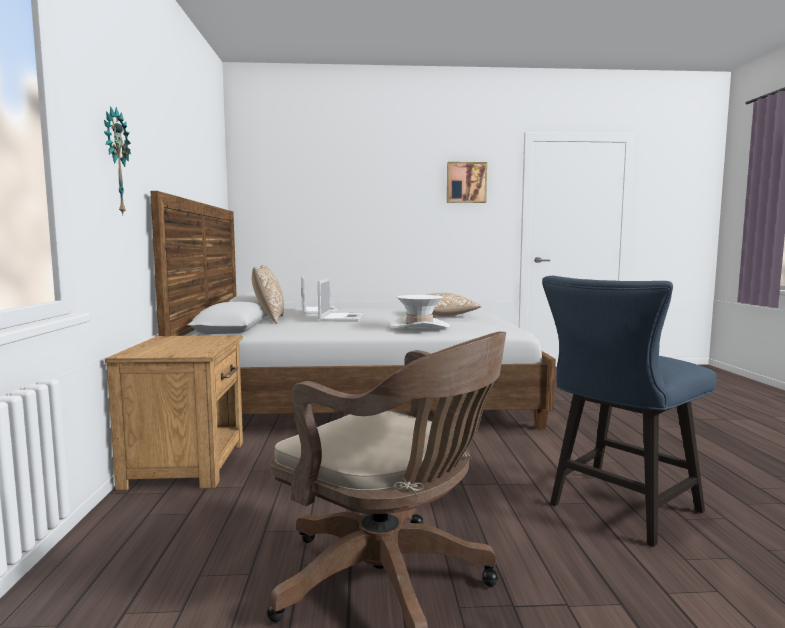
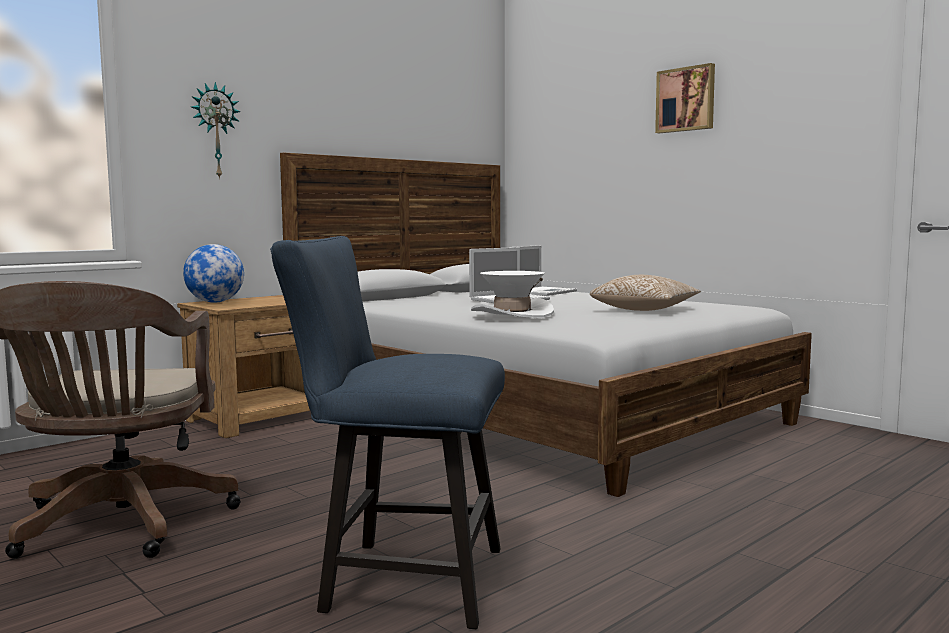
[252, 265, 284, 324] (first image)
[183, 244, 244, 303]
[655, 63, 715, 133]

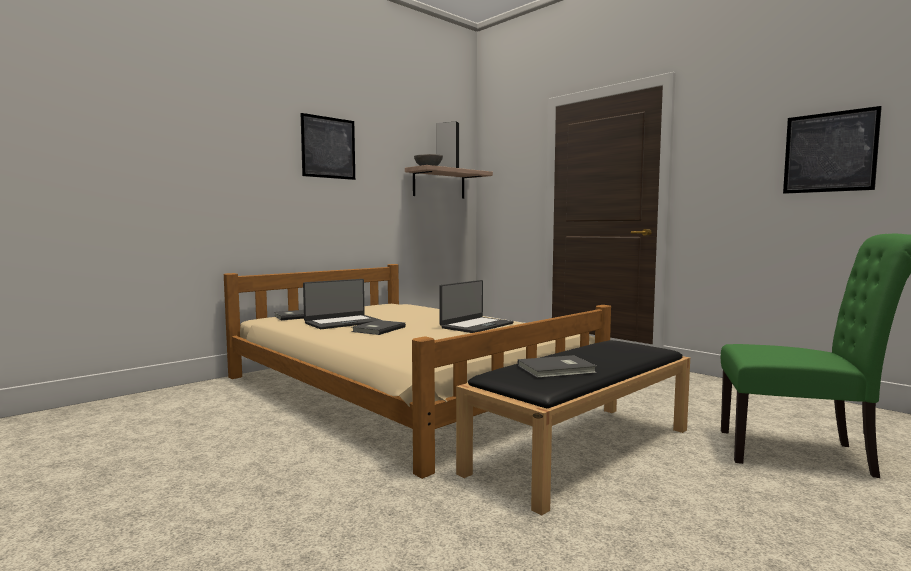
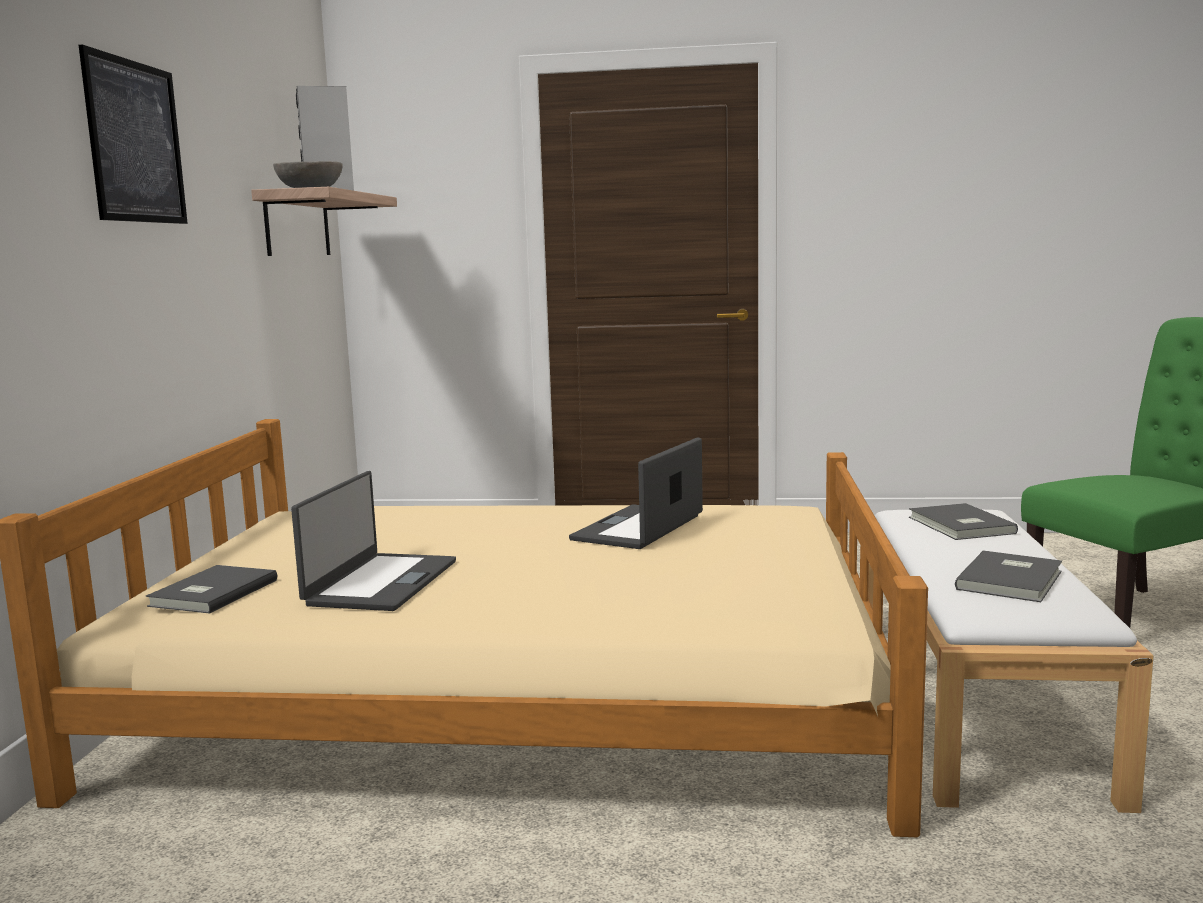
[783, 106, 882, 194] (first image)
[909, 503, 1018, 540]
[868, 510, 1154, 813]
[569, 437, 703, 549]

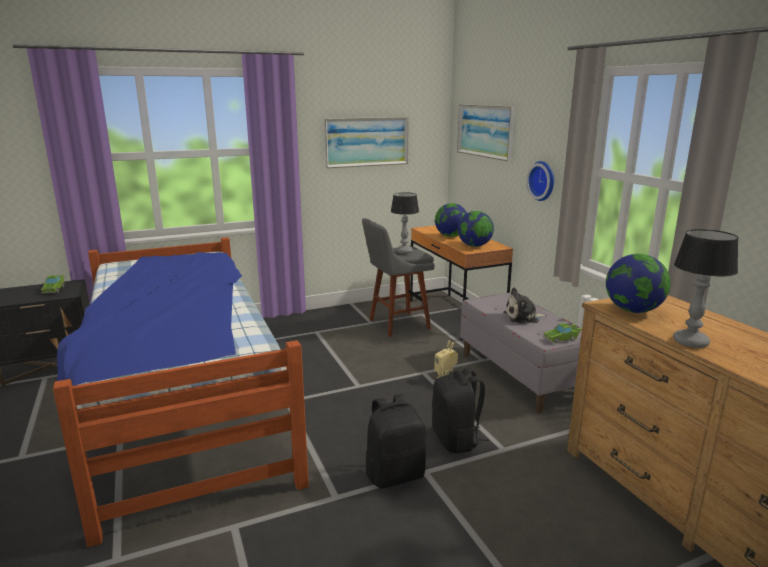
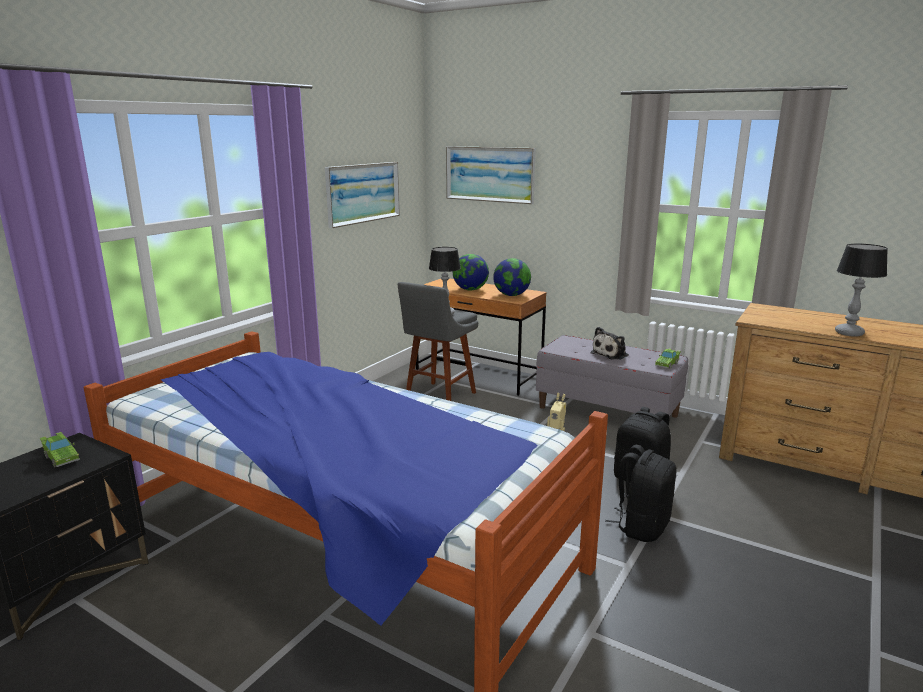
[526, 161, 554, 201] (first image)
[606, 254, 671, 313] (first image)

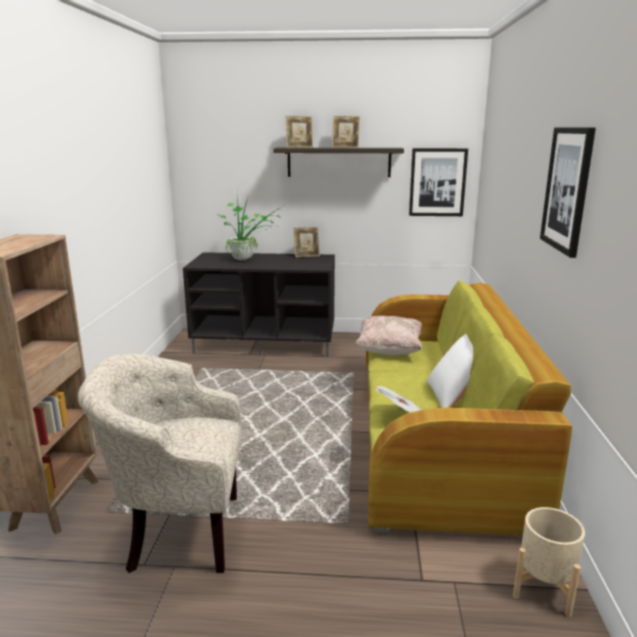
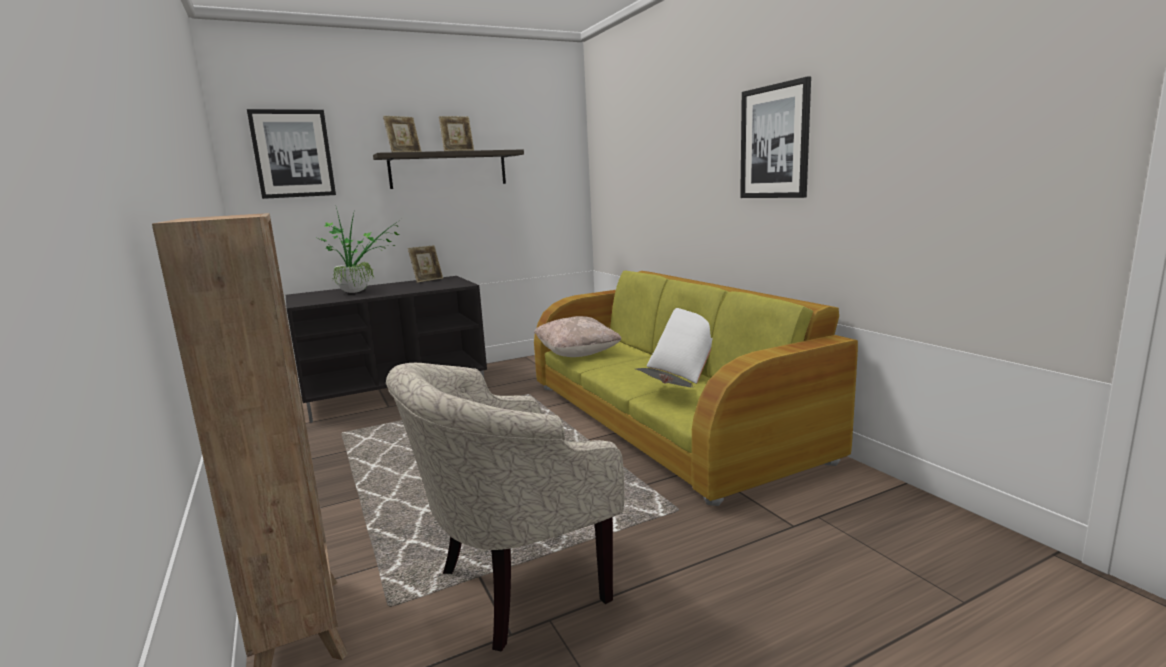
[513, 507, 585, 617] (first image)
[247, 109, 336, 199]

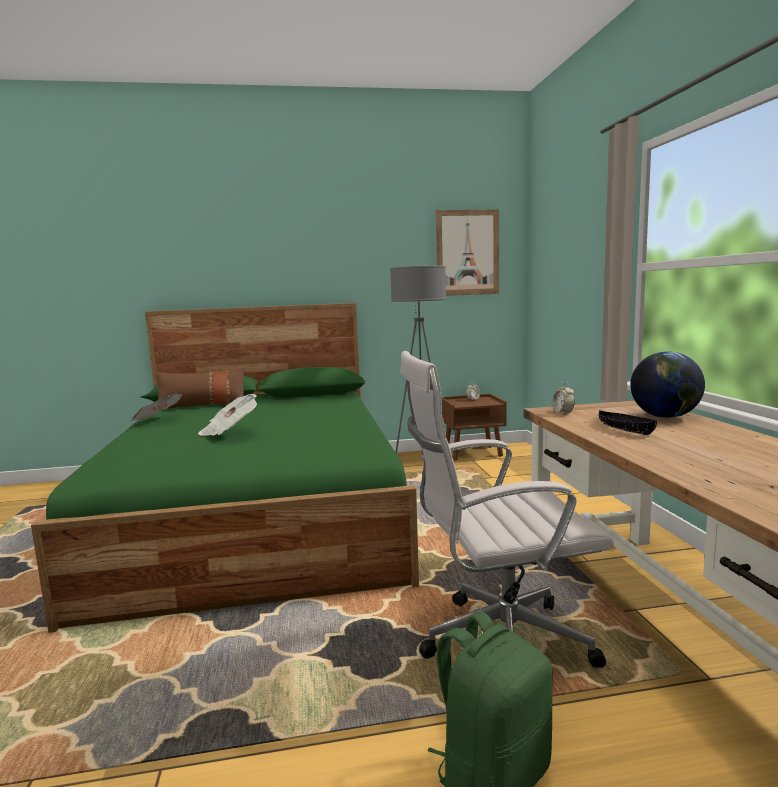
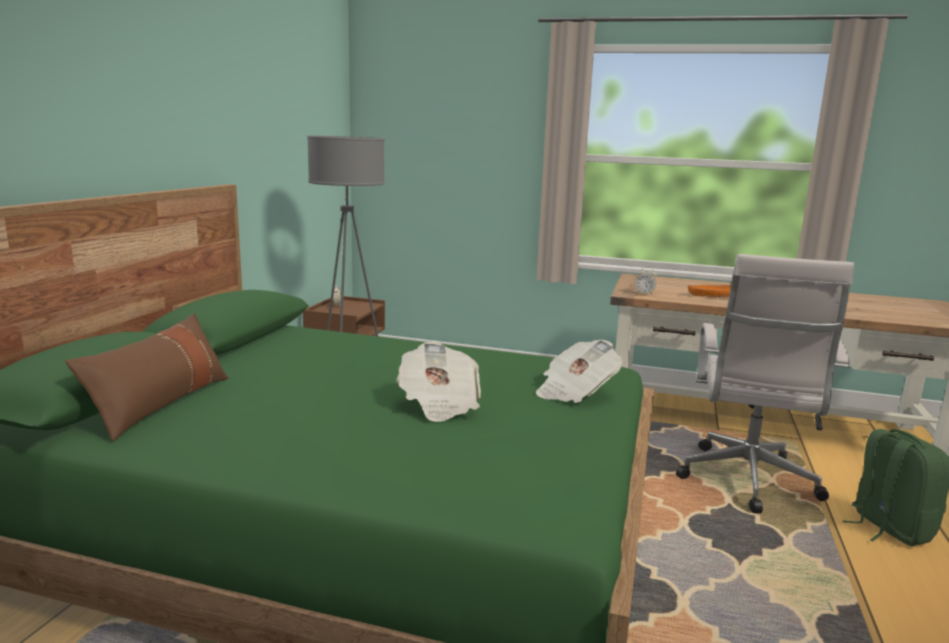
[436, 209, 499, 296] (first image)
[630, 352, 705, 418] (first image)
[536, 340, 622, 403]
[688, 285, 731, 297]

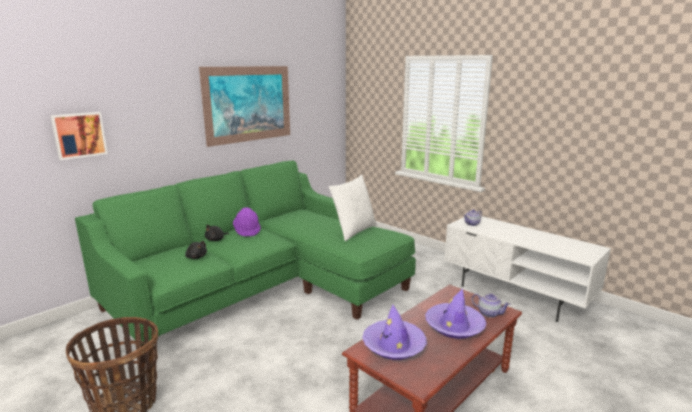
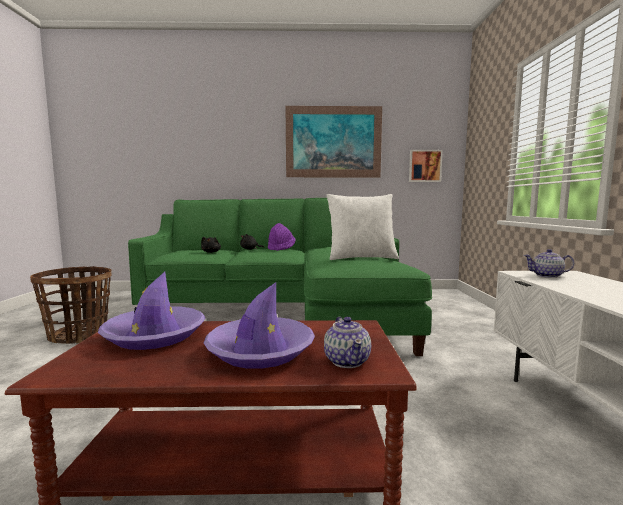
[409, 150, 443, 182]

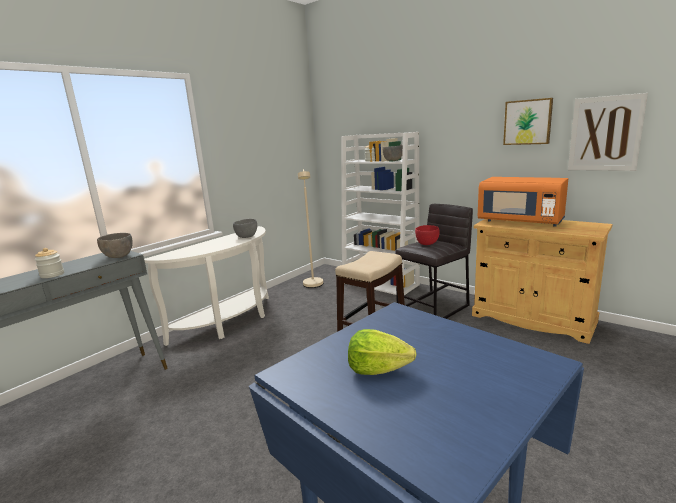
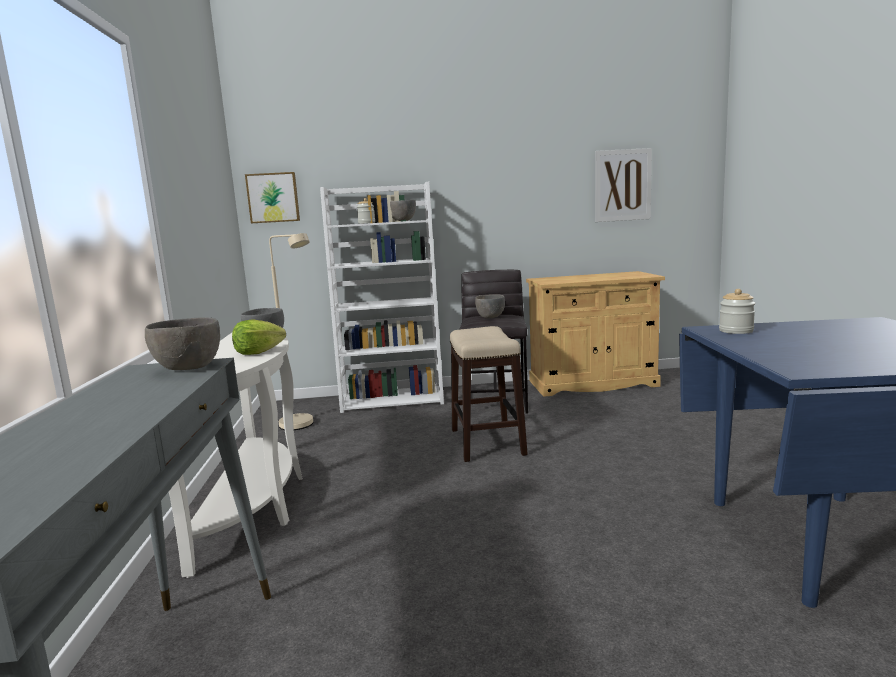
[478, 177, 568, 227] (first image)
[719, 289, 756, 334]
[232, 319, 286, 355]
[245, 172, 300, 223]
[475, 294, 505, 319]

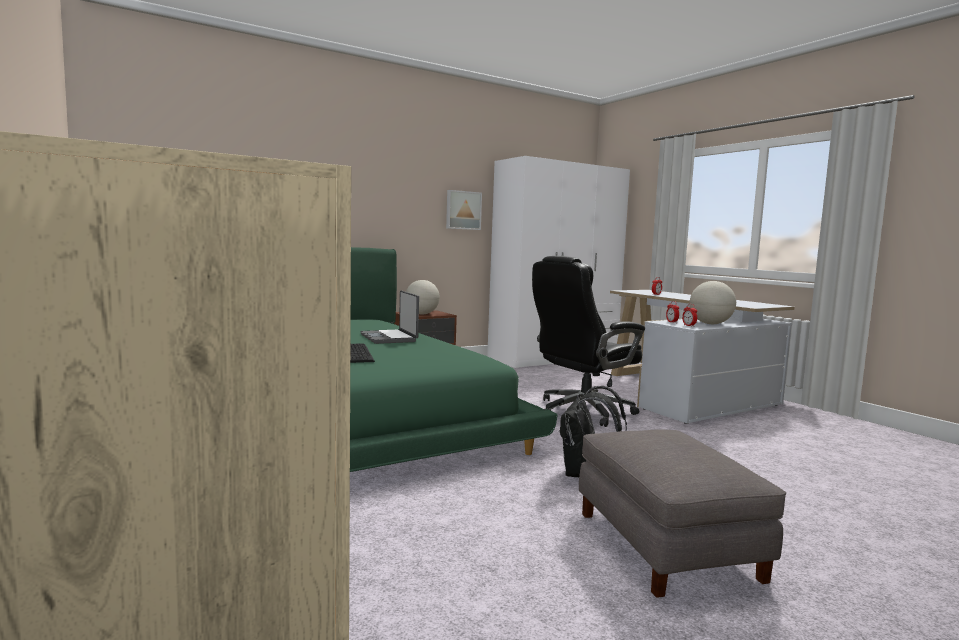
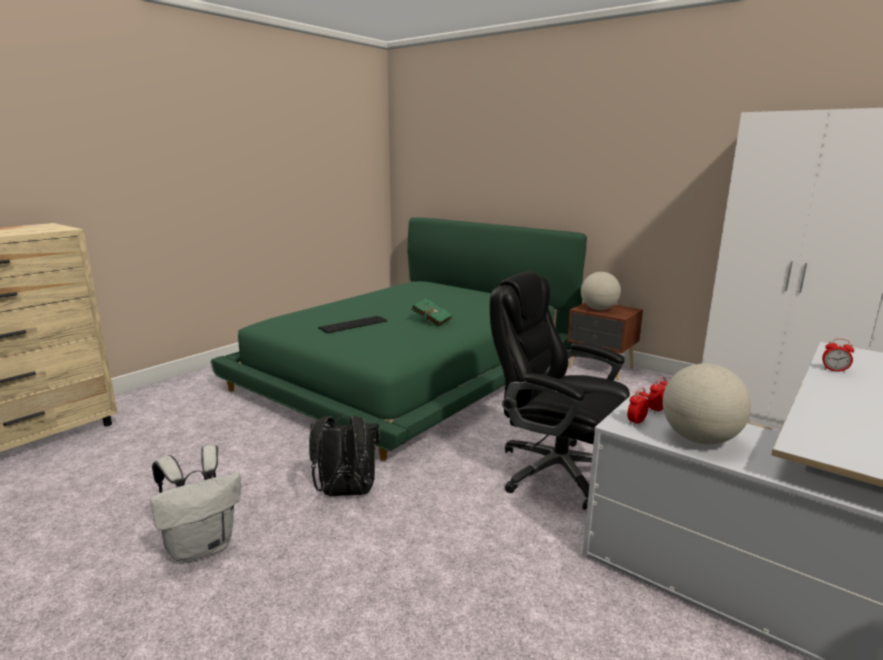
[446, 190, 482, 230] (first image)
[412, 299, 452, 327]
[150, 445, 241, 563]

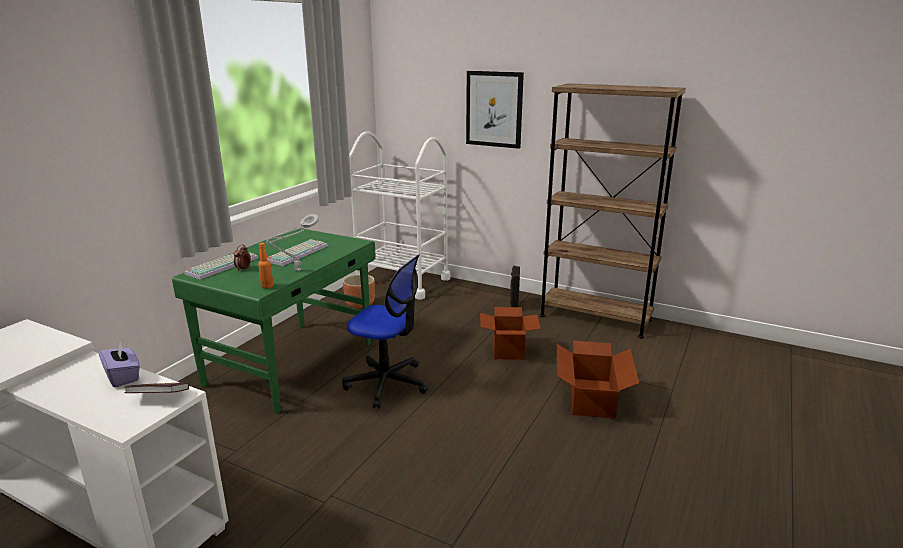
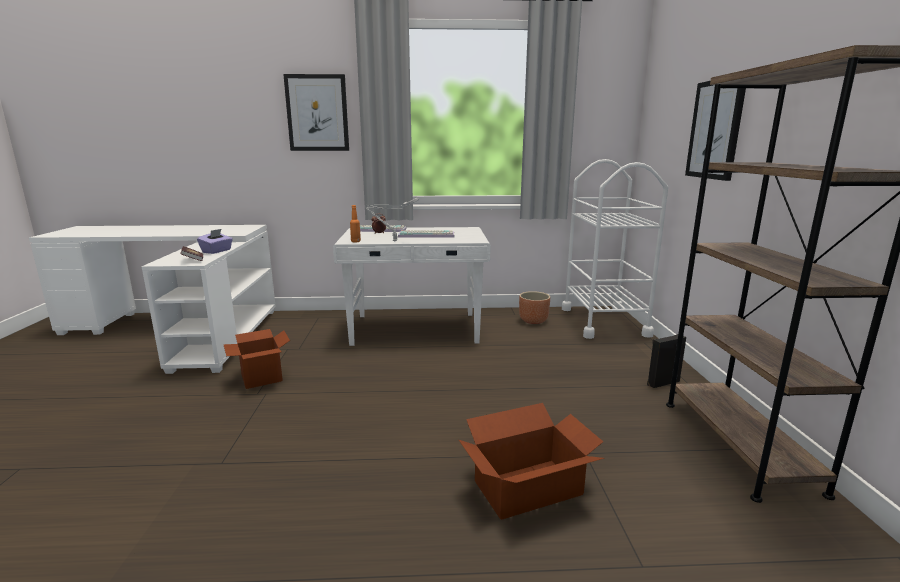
[342, 255, 428, 409] (first image)
[283, 74, 349, 151]
[223, 329, 290, 389]
[333, 227, 491, 346]

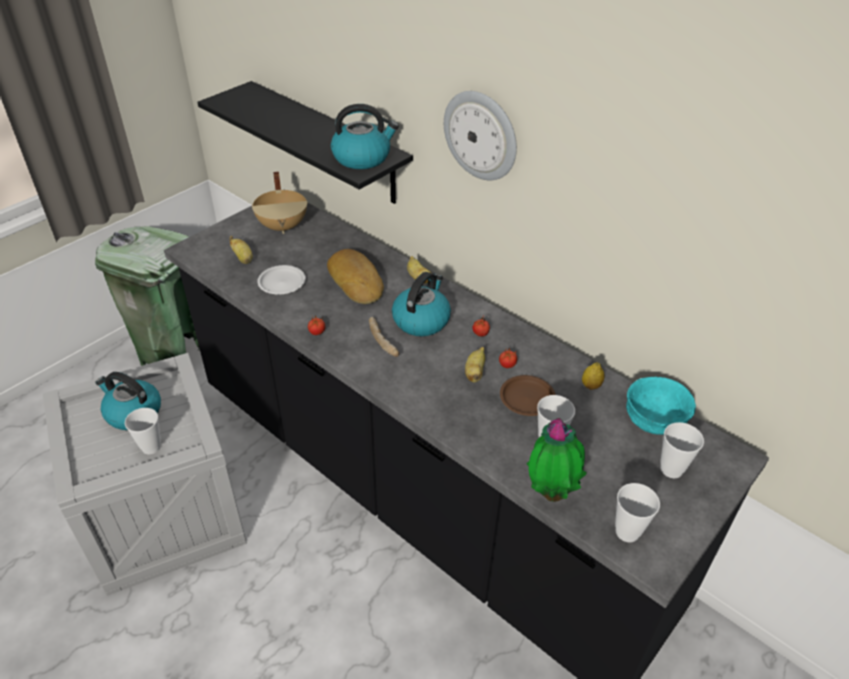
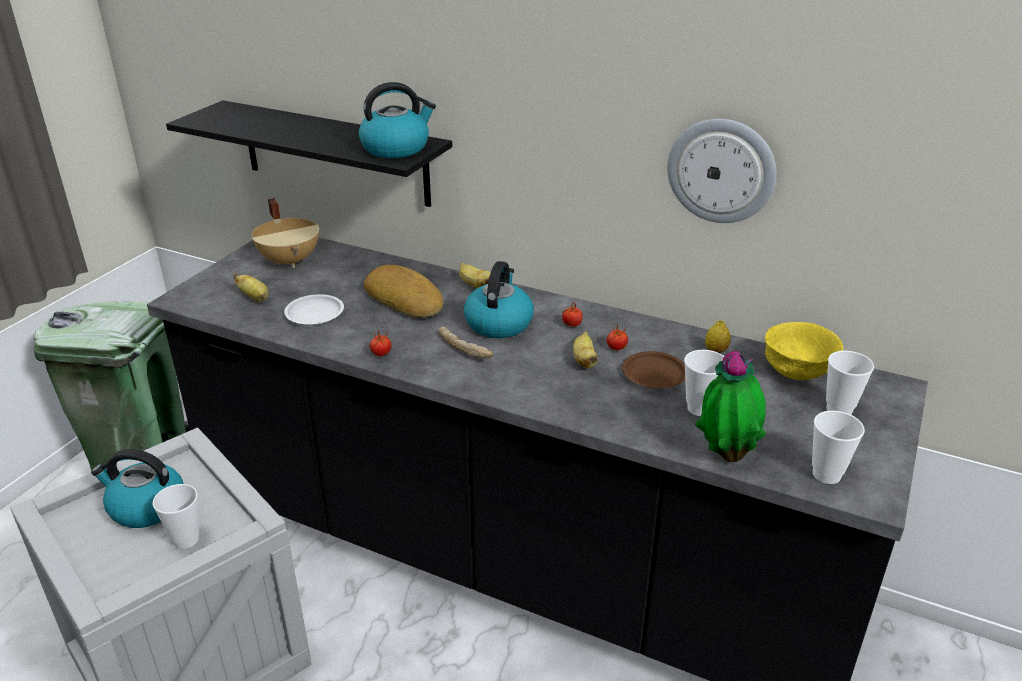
[667, 119, 777, 223]
[765, 322, 843, 380]

